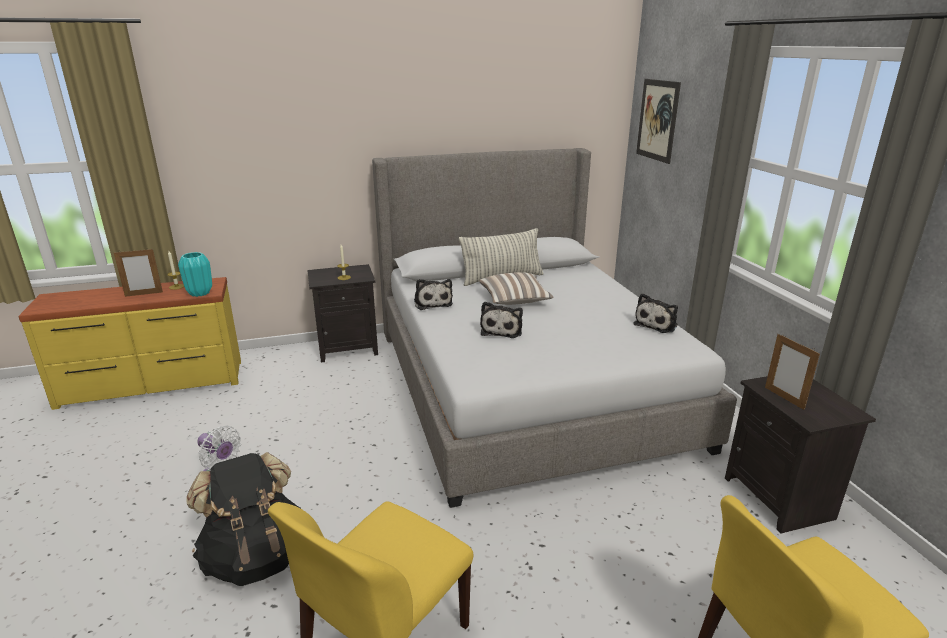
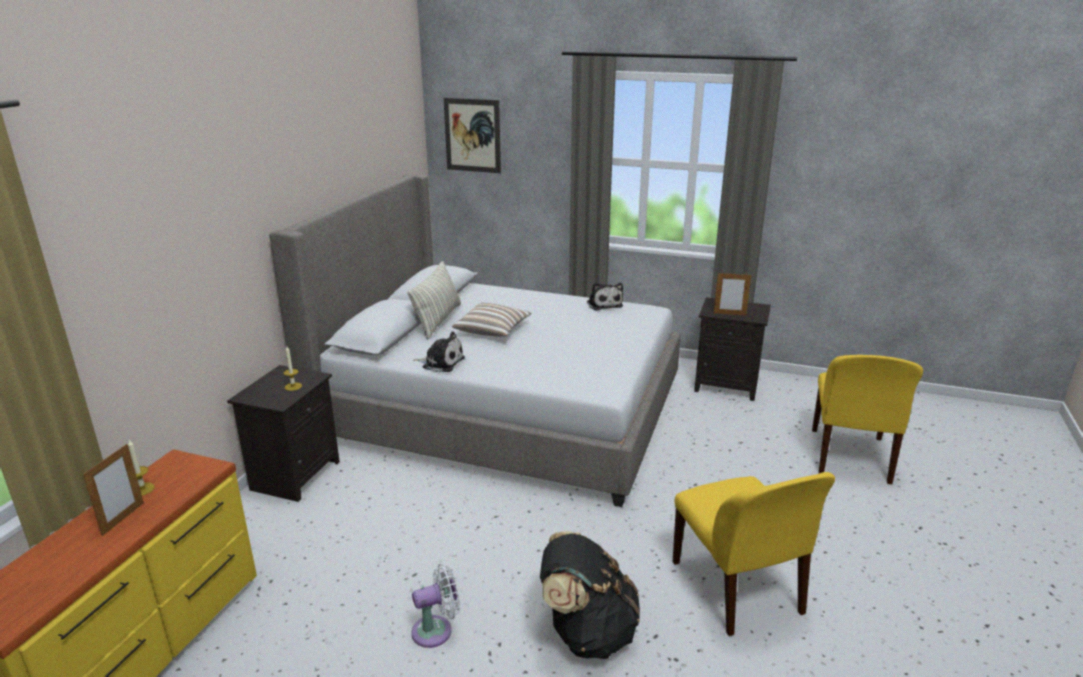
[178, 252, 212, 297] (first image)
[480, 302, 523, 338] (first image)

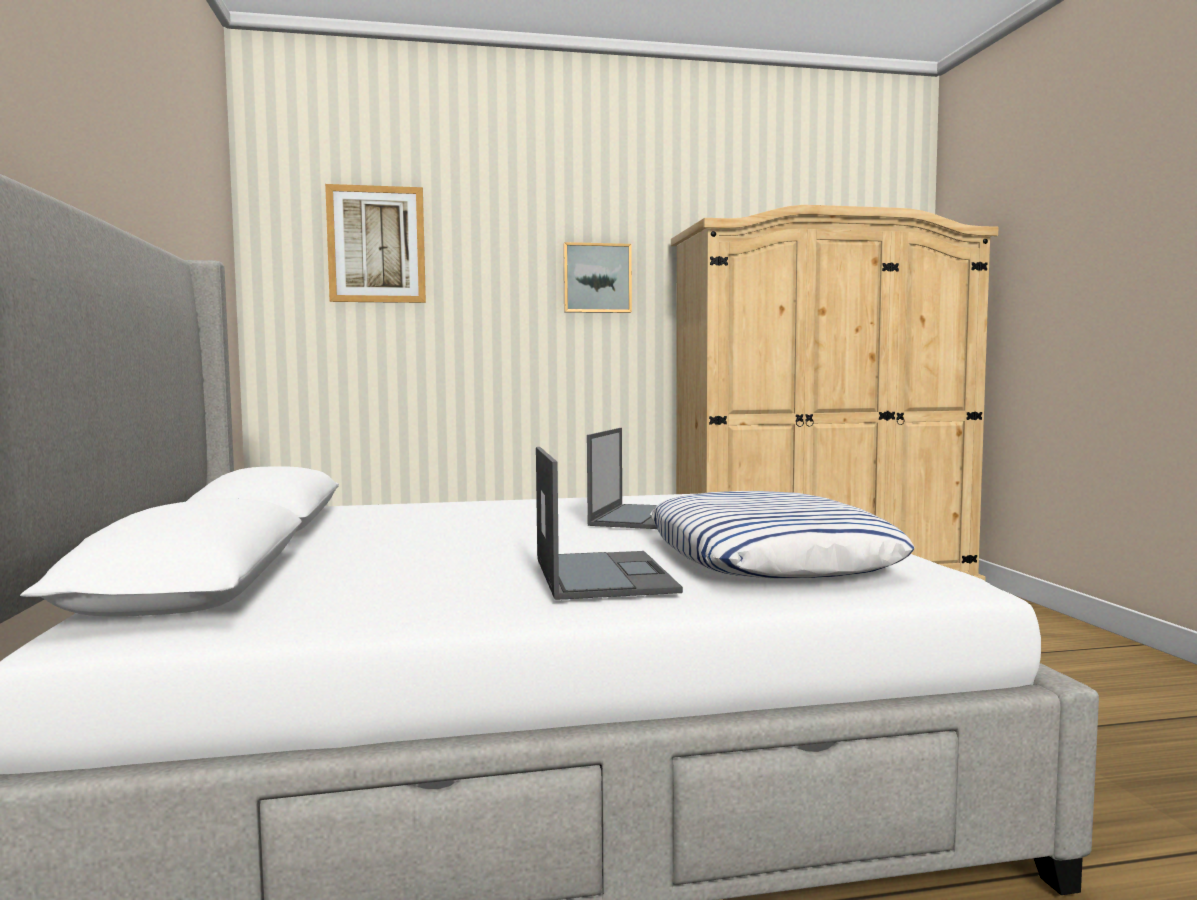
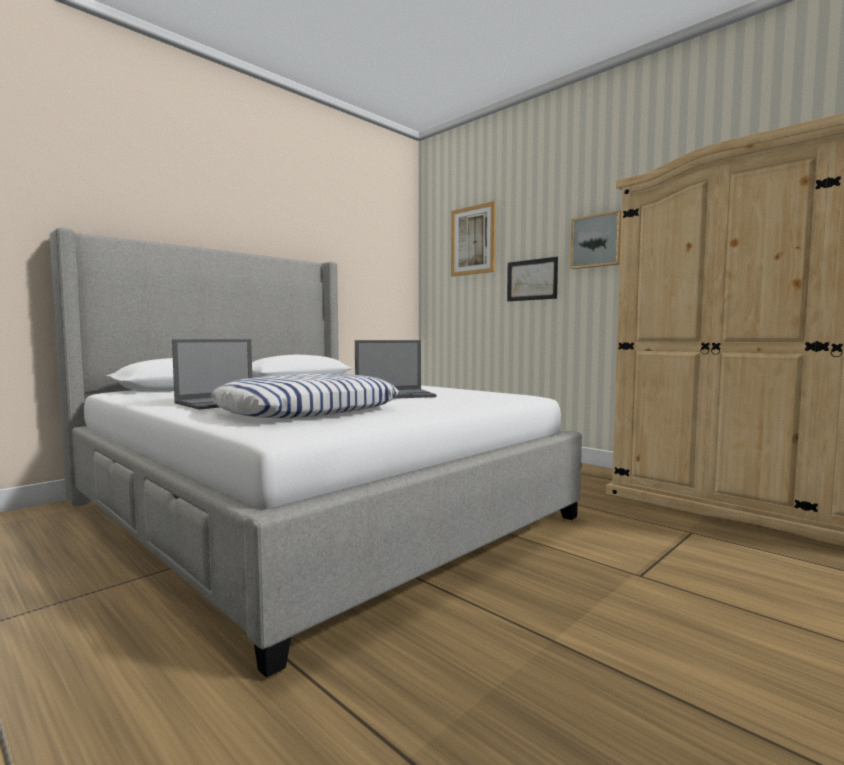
[507, 257, 558, 301]

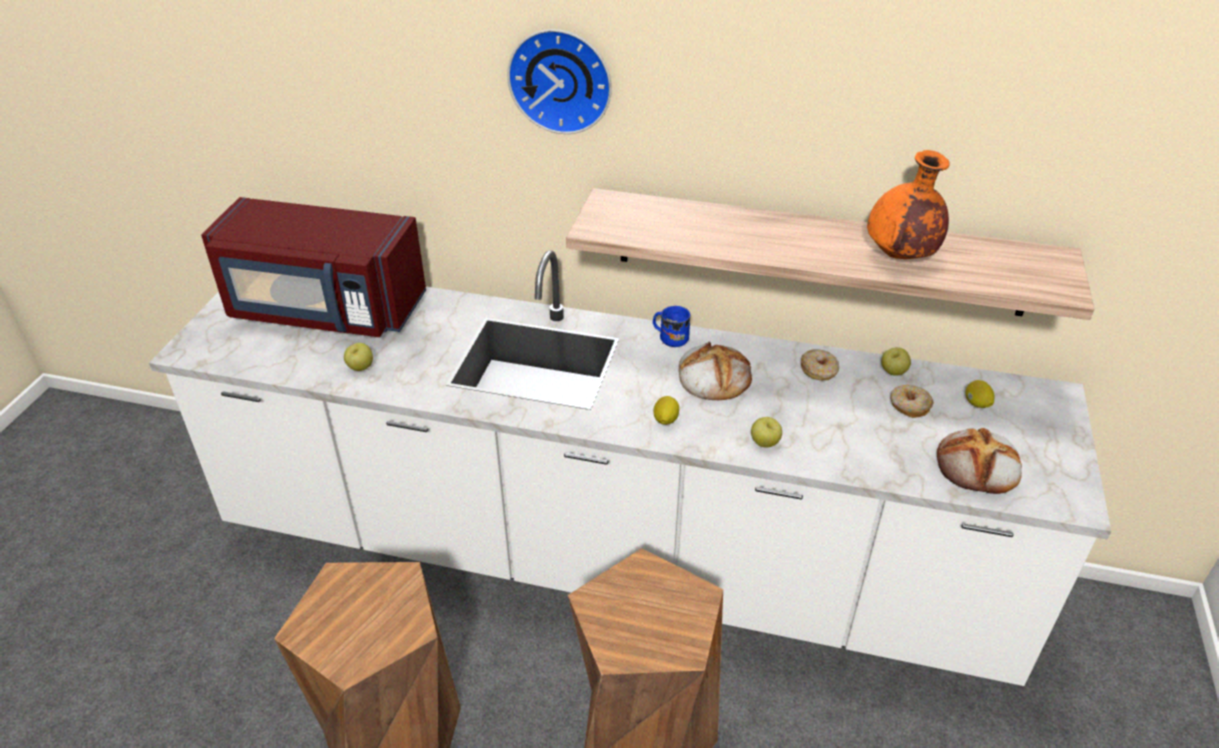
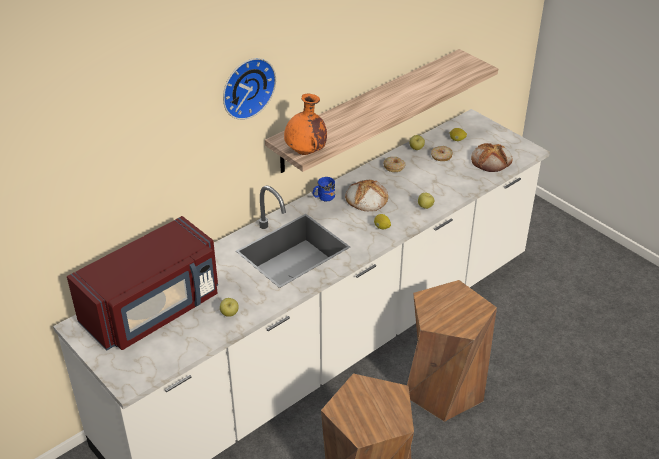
[284, 94, 327, 155]

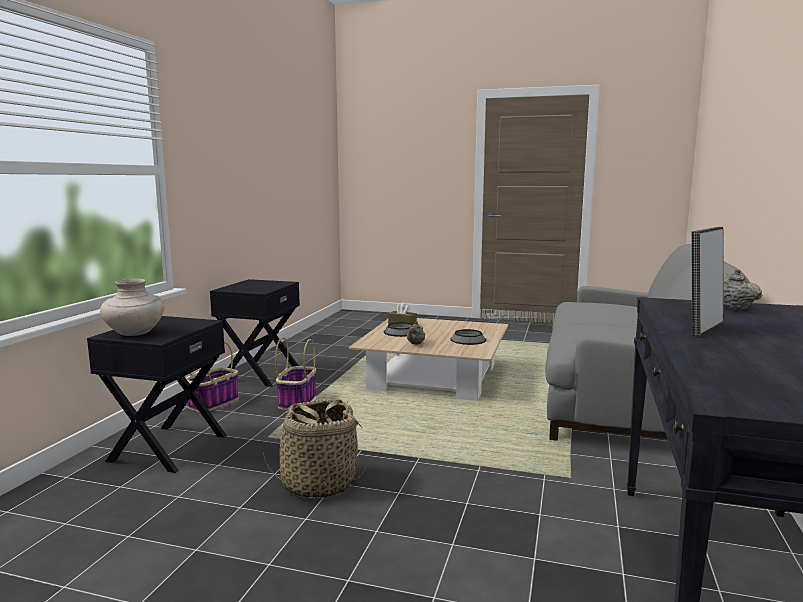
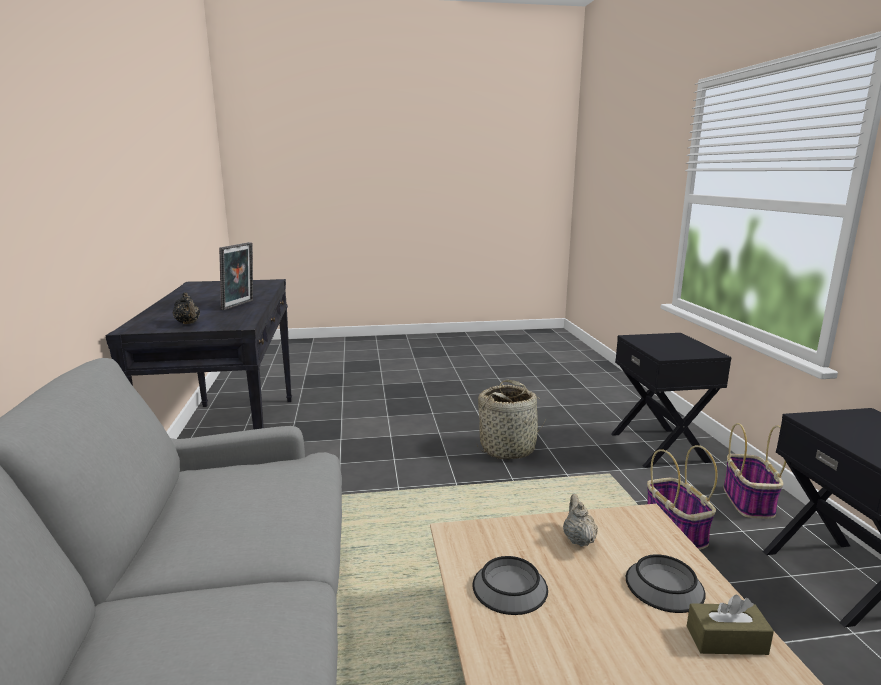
[100, 279, 165, 336] (first image)
[173, 292, 200, 324]

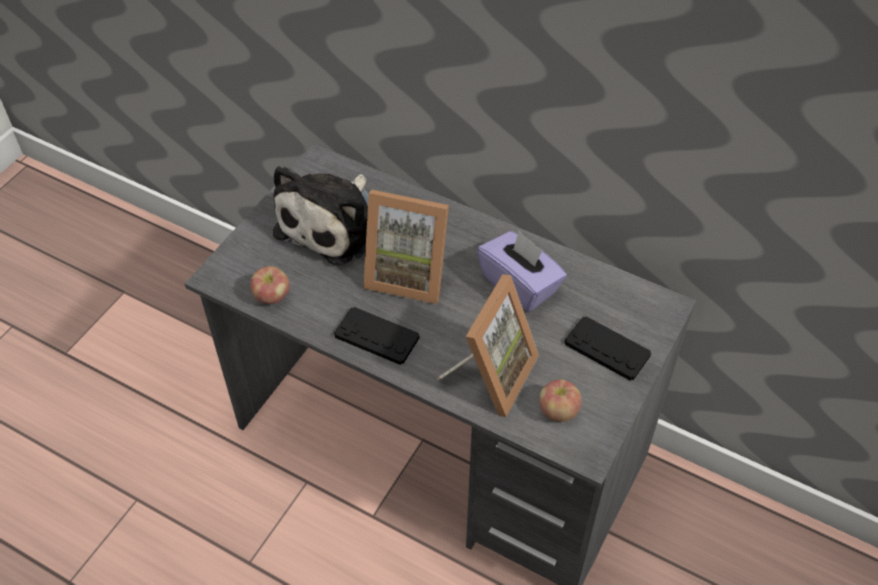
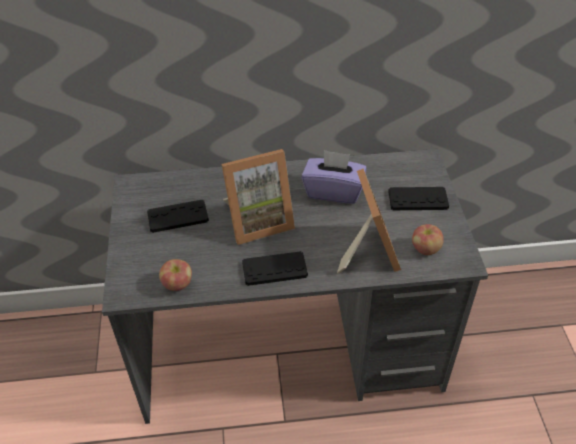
[147, 200, 209, 233]

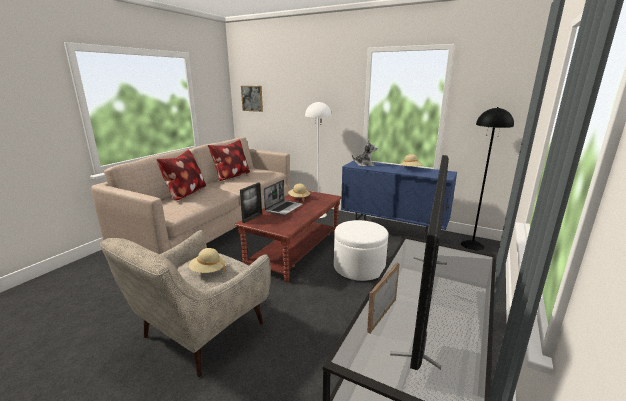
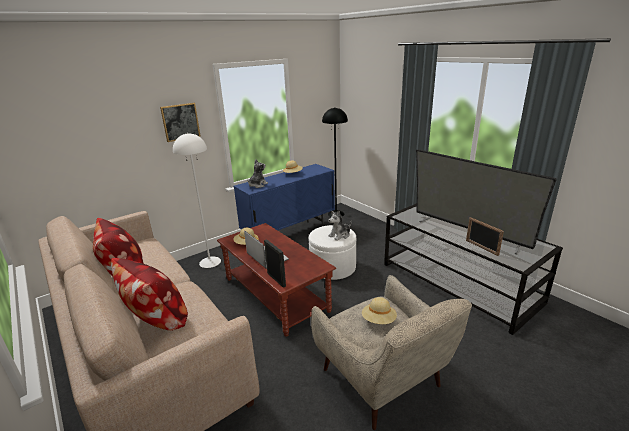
[328, 210, 351, 241]
[160, 103, 201, 142]

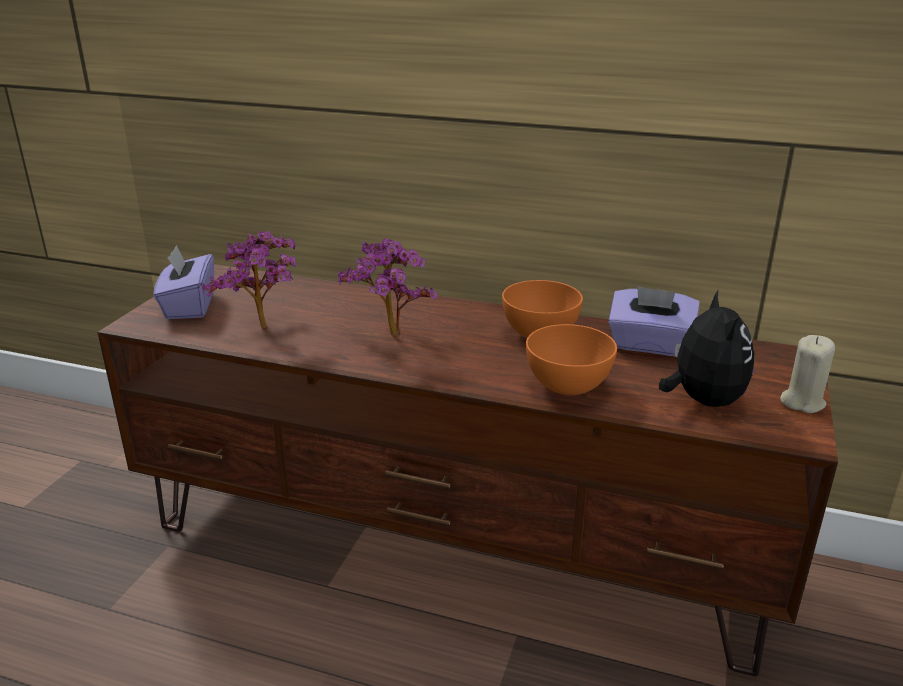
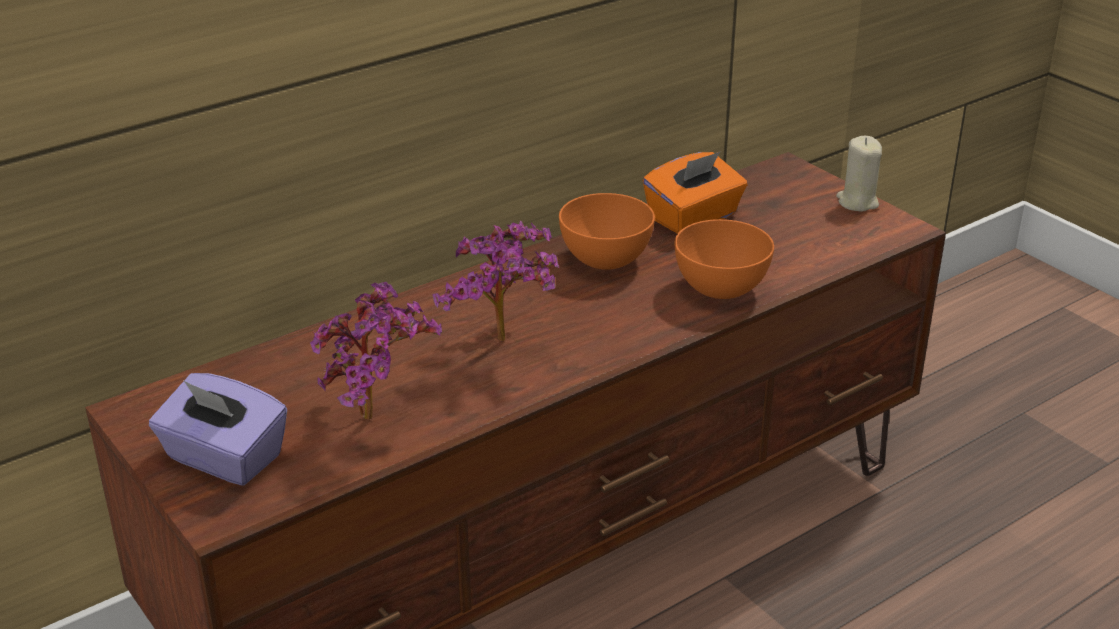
[659, 290, 754, 407] (first image)
[643, 152, 747, 234]

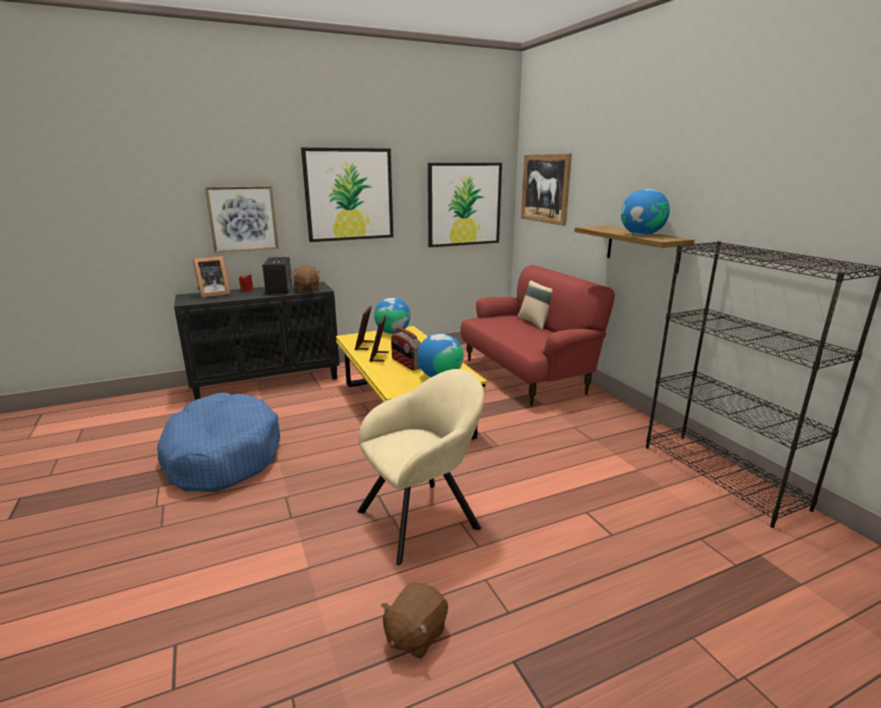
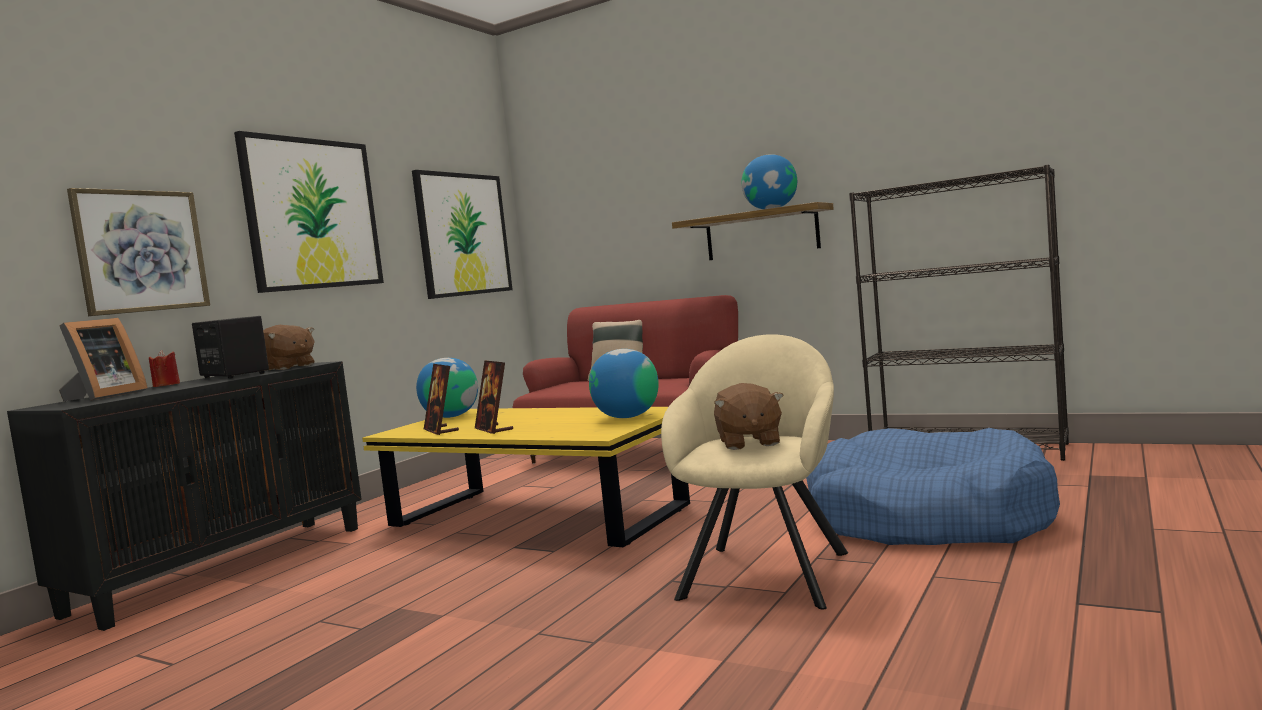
[391, 327, 421, 370] (first image)
[521, 154, 572, 226] (first image)
[806, 428, 1060, 545]
[714, 383, 784, 450]

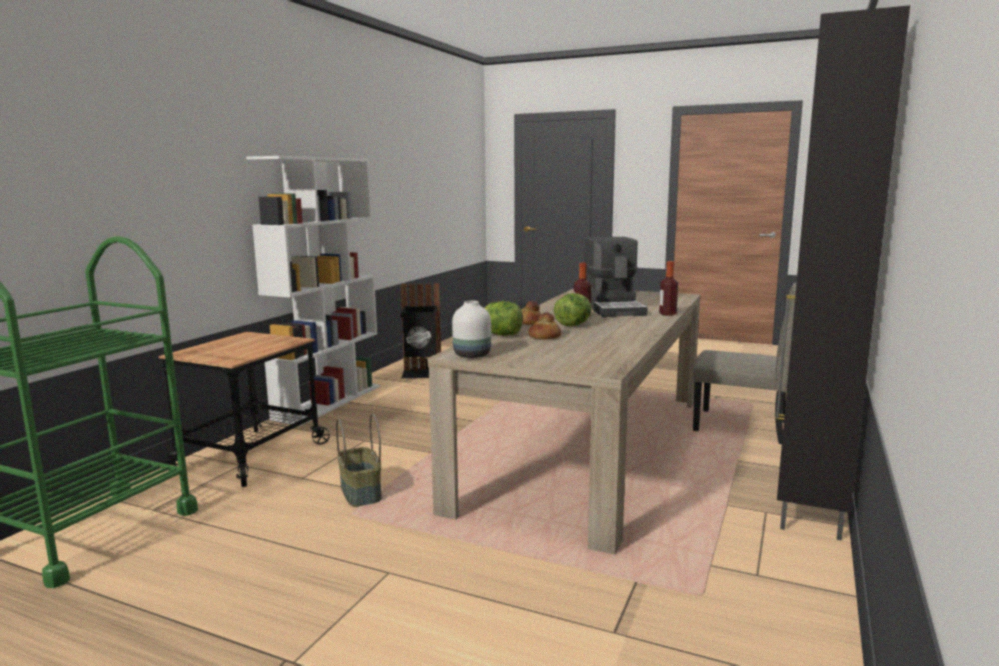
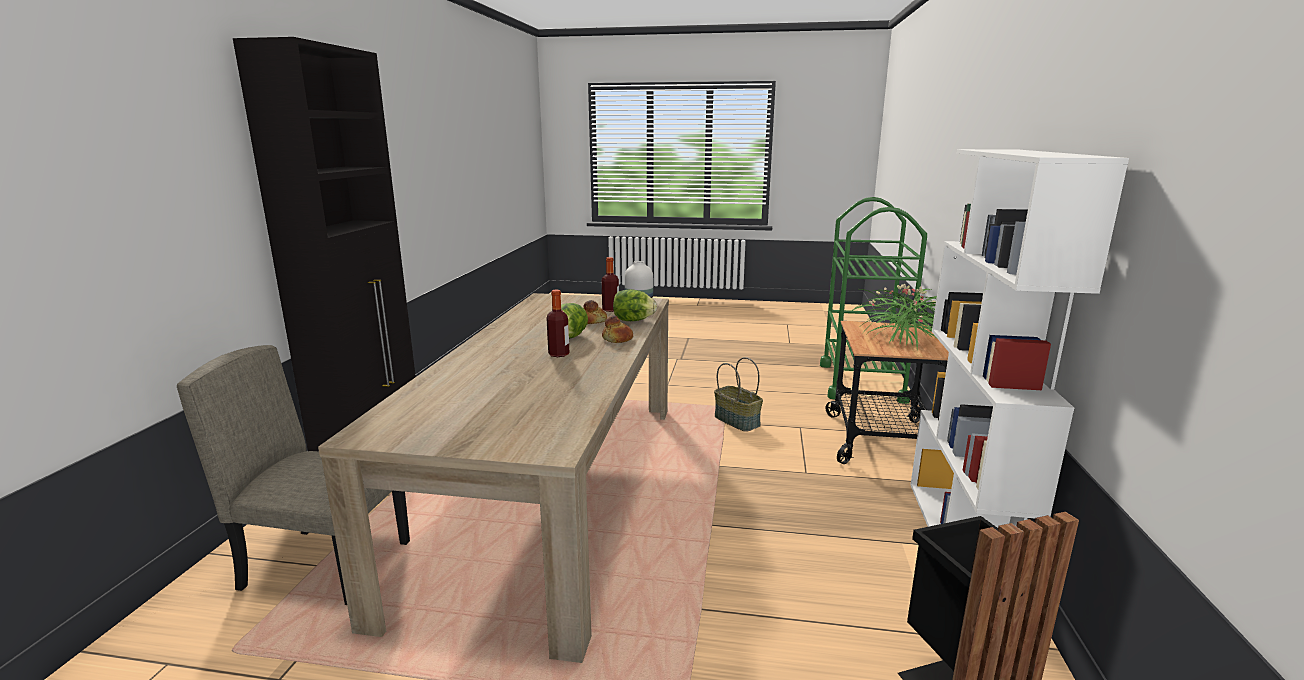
[584, 237, 648, 317] (first image)
[852, 284, 937, 349]
[602, 257, 619, 312]

